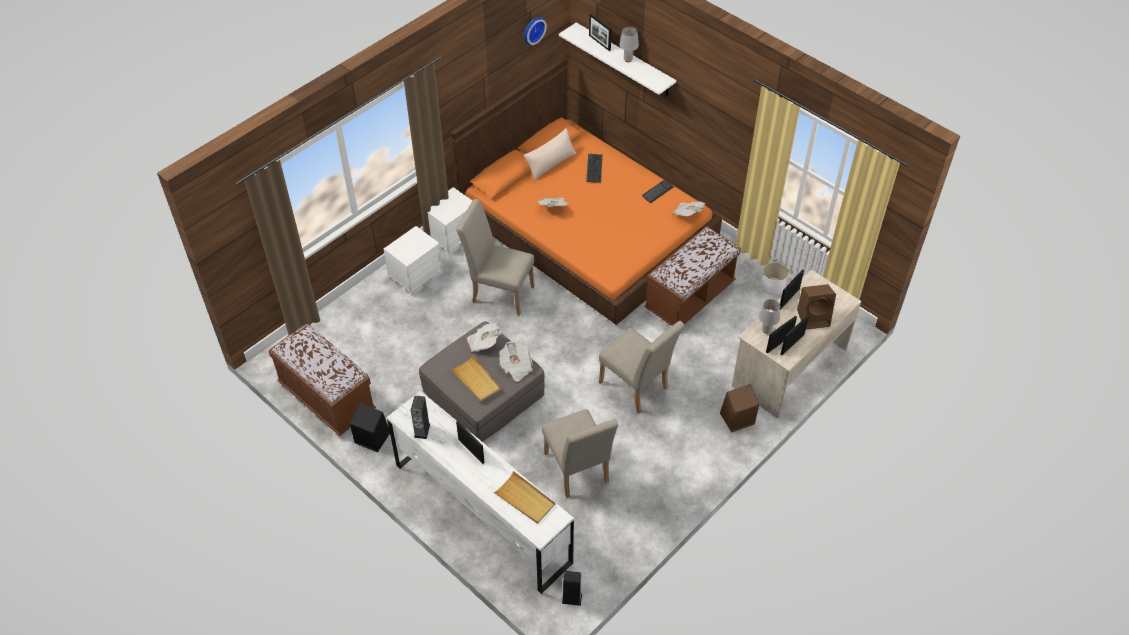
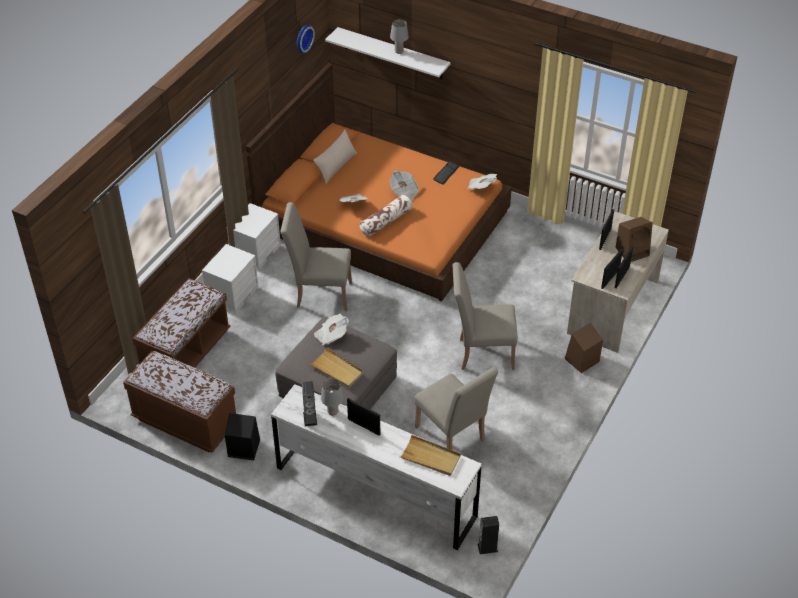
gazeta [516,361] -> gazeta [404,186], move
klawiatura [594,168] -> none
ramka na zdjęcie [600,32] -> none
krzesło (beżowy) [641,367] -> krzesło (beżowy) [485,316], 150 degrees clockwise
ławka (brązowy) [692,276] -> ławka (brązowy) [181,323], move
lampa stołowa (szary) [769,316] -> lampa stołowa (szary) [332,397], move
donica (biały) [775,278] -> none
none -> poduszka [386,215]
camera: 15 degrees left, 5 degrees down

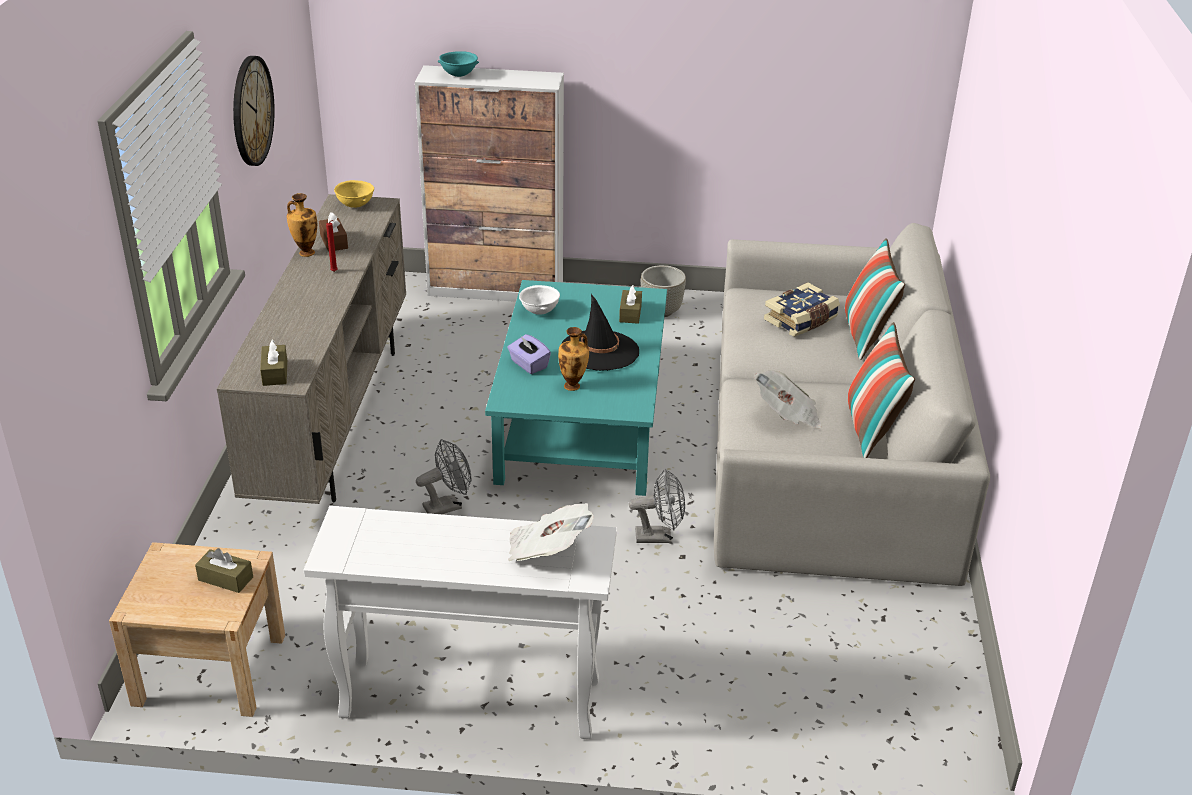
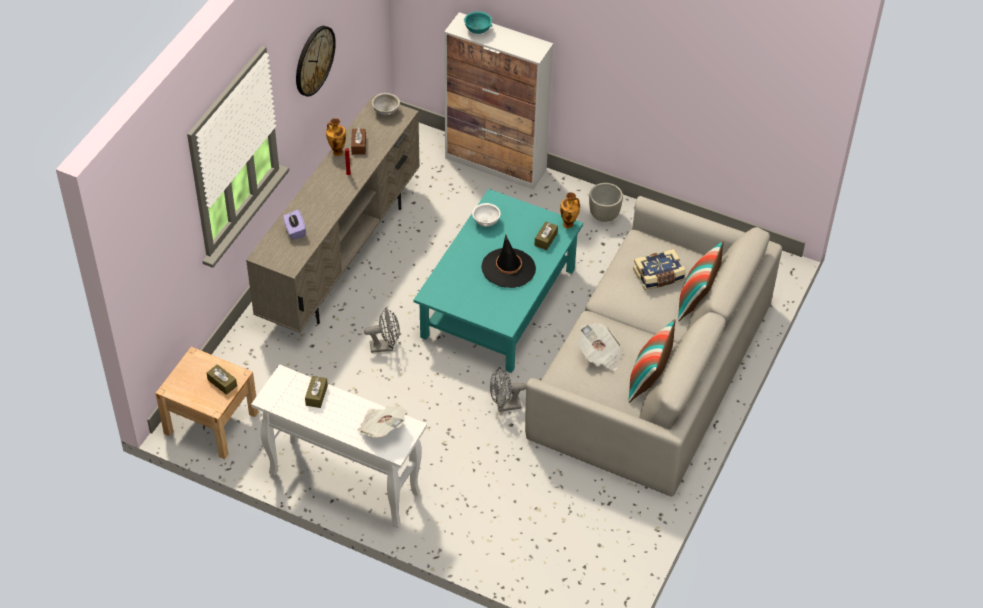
pudełko chusteczek (brązowy) [273,363] -> pudełko chusteczek (brązowy) [316,392], move
miska (żółty) [354,194] -> miska (szary) [386,104]
pudełko chusteczek (fioletowy) [529,354] -> pudełko chusteczek (fioletowy) [294,224], move
wazon [573,359] -> wazon [570,210], move
wentylator (szary) [657,506] -> wentylator (szary) [508,389], 150 degrees clockwise
camera: 20 degrees right, 15 degrees up

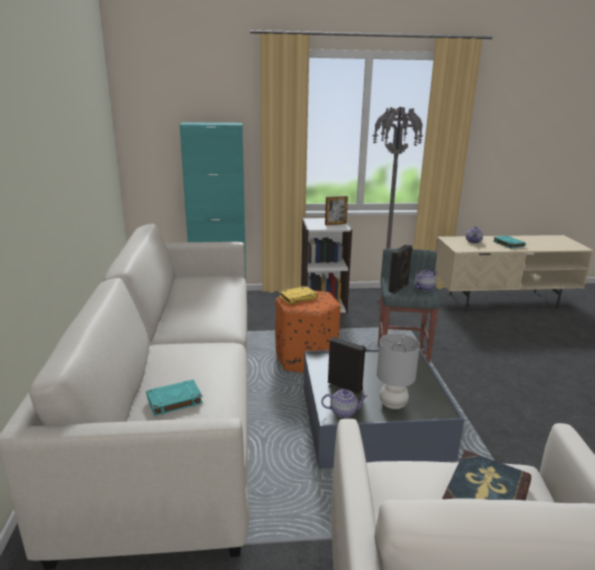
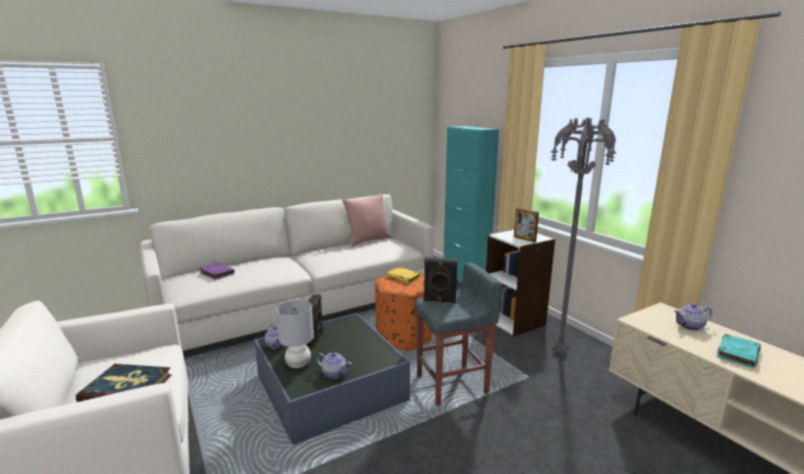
książka (turkusowy) [174,397] -> książka (fioletowy) [217,271]
imbryk [425,280] -> imbryk [334,365], move
none -> poduszka (różowy) [367,220]
camera: 65 degrees right, 5 degrees down

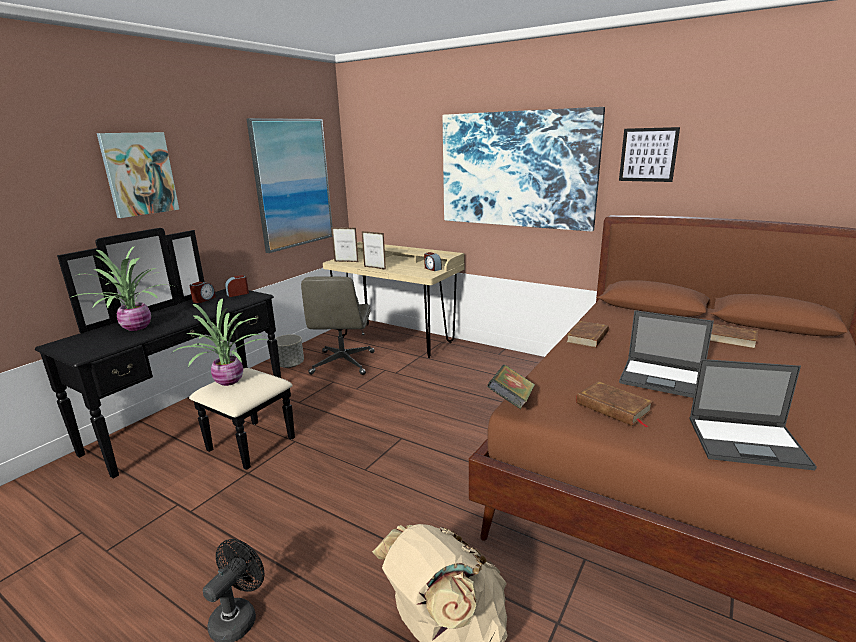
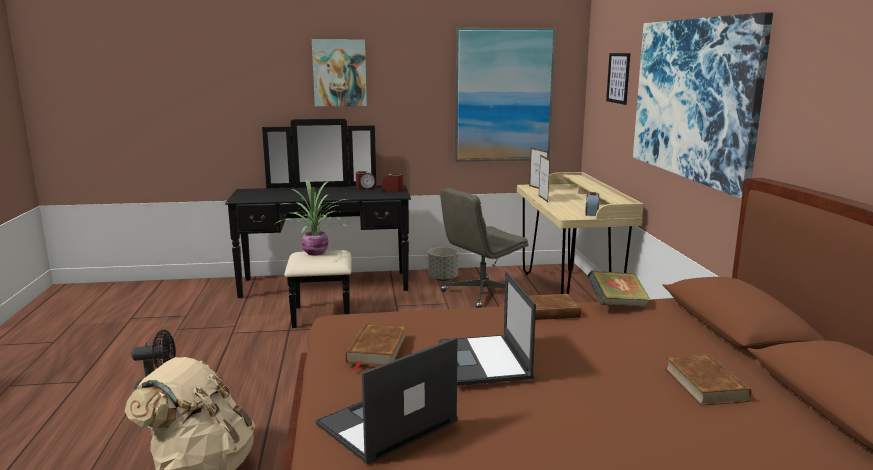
roślina doniczkowa [121,288] -> none
książka [511,387] -> książka [619,289], move
obraz [649,154] -> obraz [618,79], move
laptop [753,414] -> laptop [386,400], 75 degrees clockwise
camera: 50 degrees right, 5 degrees down

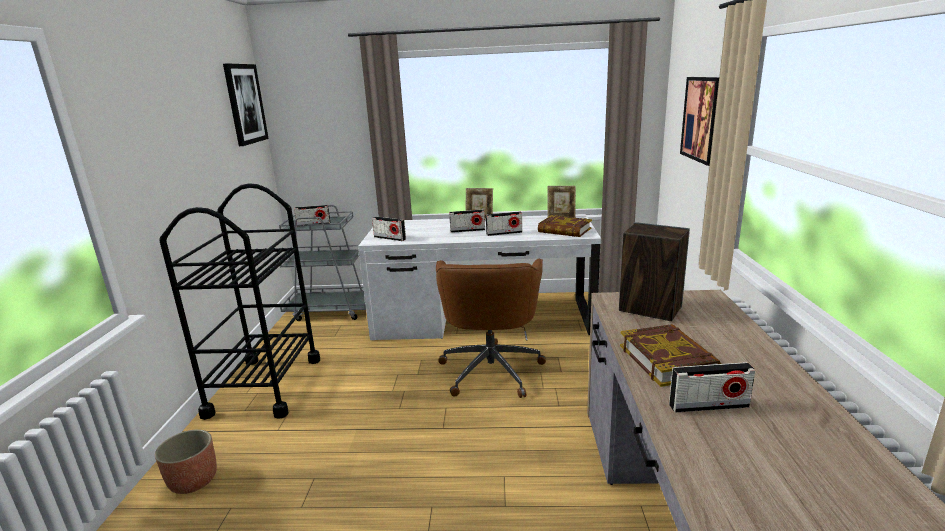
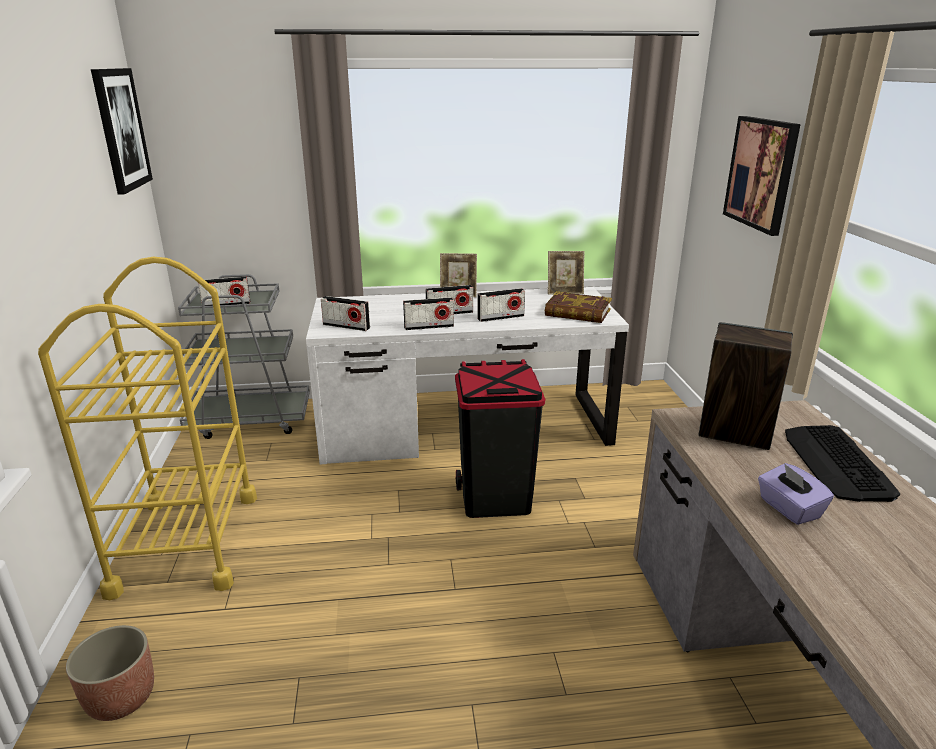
wózek (czarny) [239,301] -> wózek (żółty) [147,428]
krzesło biurowe (brązowy) [491,328] -> kosz na śmieci (czarny) [500,438]
książka [670,355] -> pudełko chusteczek (fioletowy) [796,494]
radio [712,387] -> radio [428,313], move
none -> klawiatura [842,463]
camera: 10 degrees left, 5 degrees up

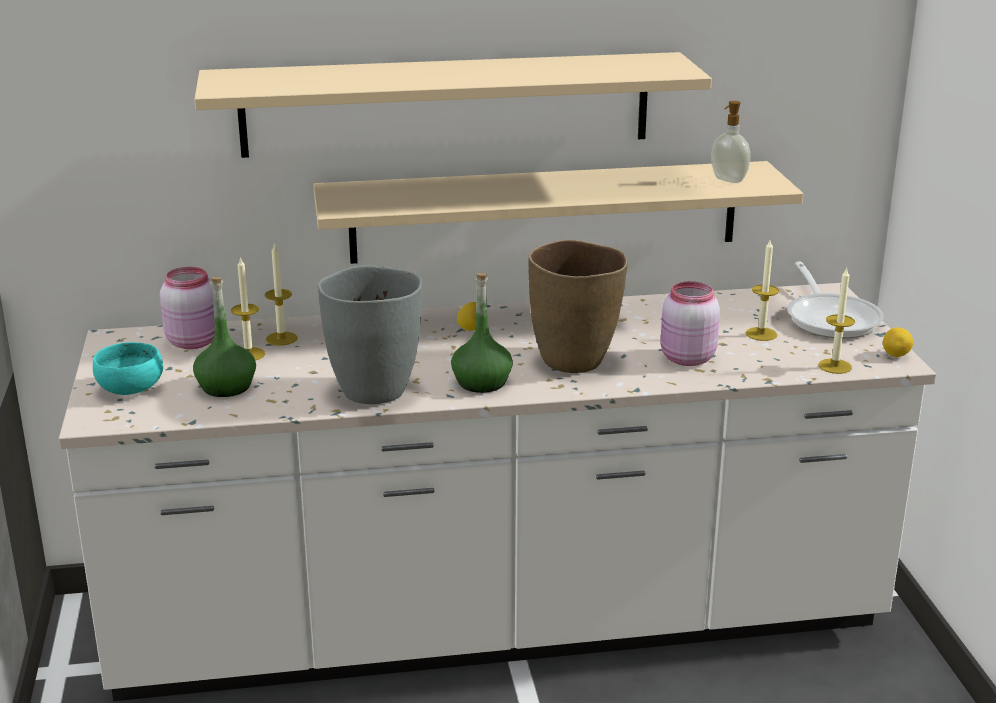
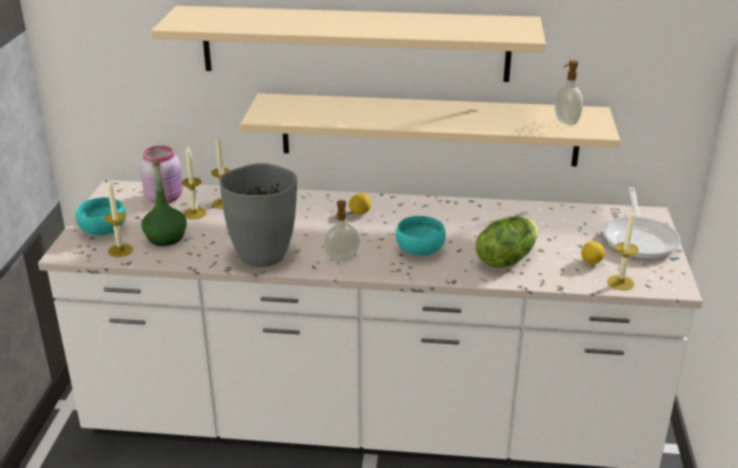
butelka (zielony) [482,333] -> dozownik mydła [342,231]
wazon (brązowy) [578,306] -> miska (turkusowy) [421,236]
słoik (różowy) [690,323] -> sałata [507,242]
świeca [762,290] -> świeca [118,218], move
cytryna [898,342] -> cytryna [593,252], move
camera: 15 degrees right, 5 degrees up

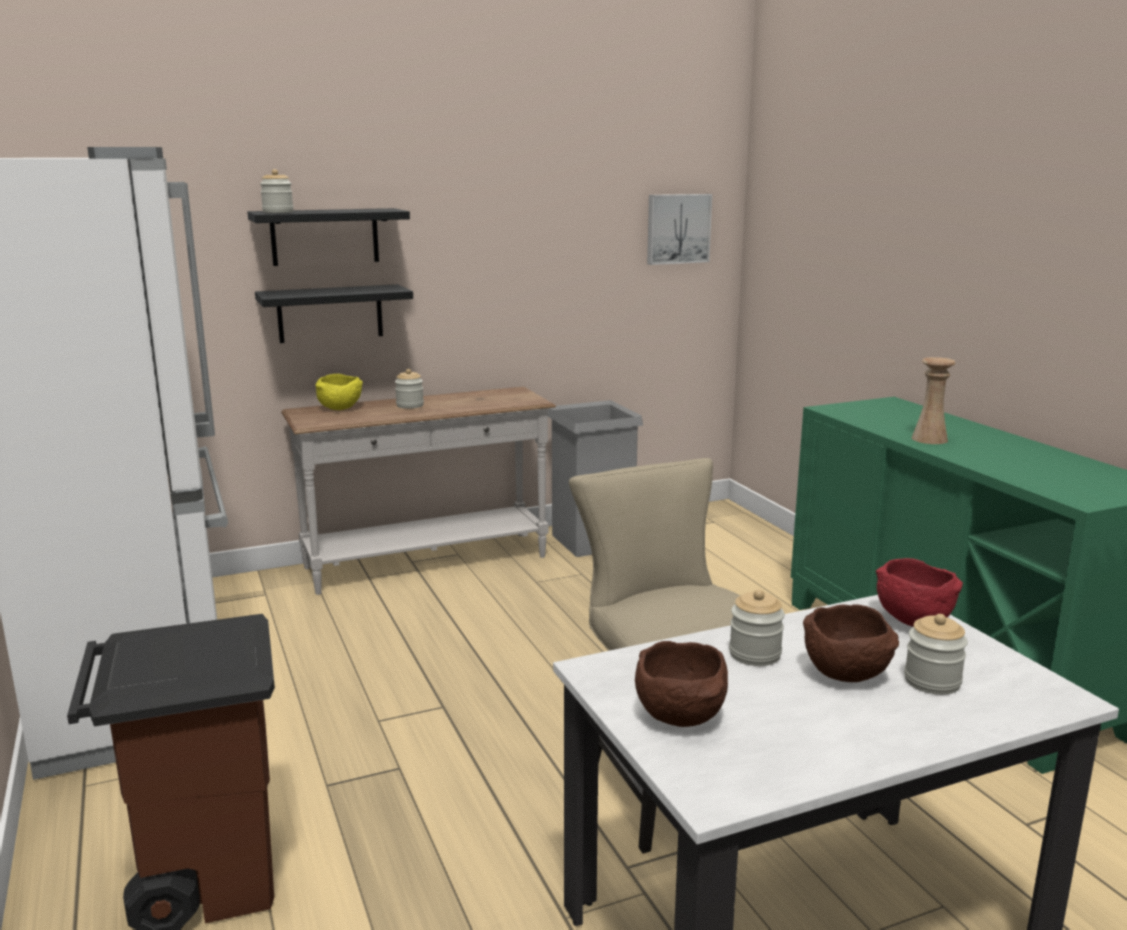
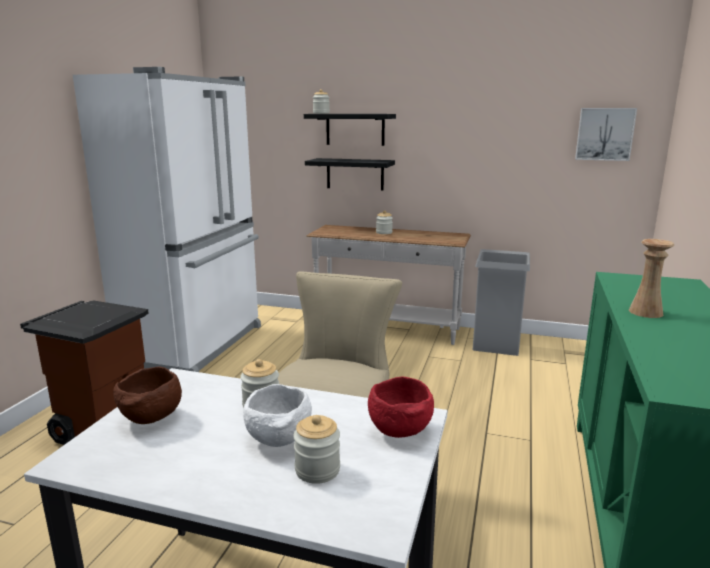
miska (żółty) [339,392] -> none
miska (brązowy) [851,643] -> miska (biały) [277,415]
camera: 40 degrees right, 0 degrees up

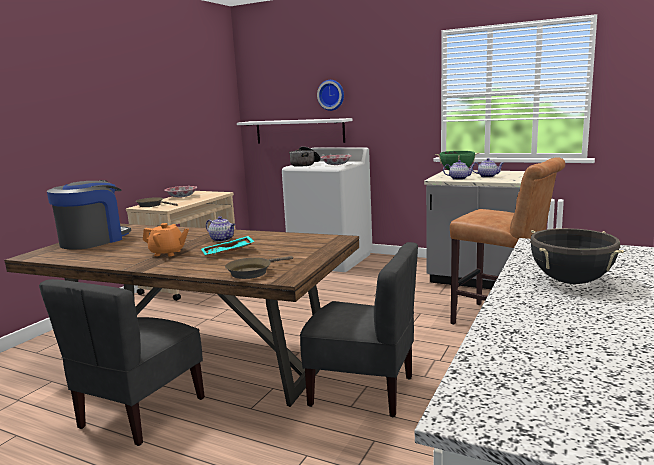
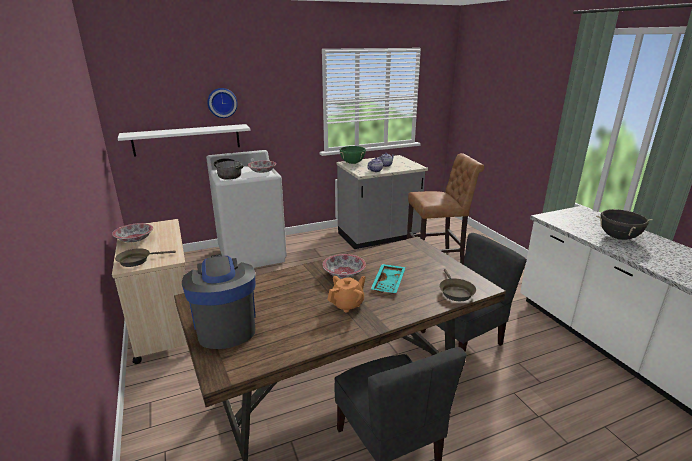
imbryk [221,229] -> miska [344,266]
camera: 50 degrees left, 10 degrees up

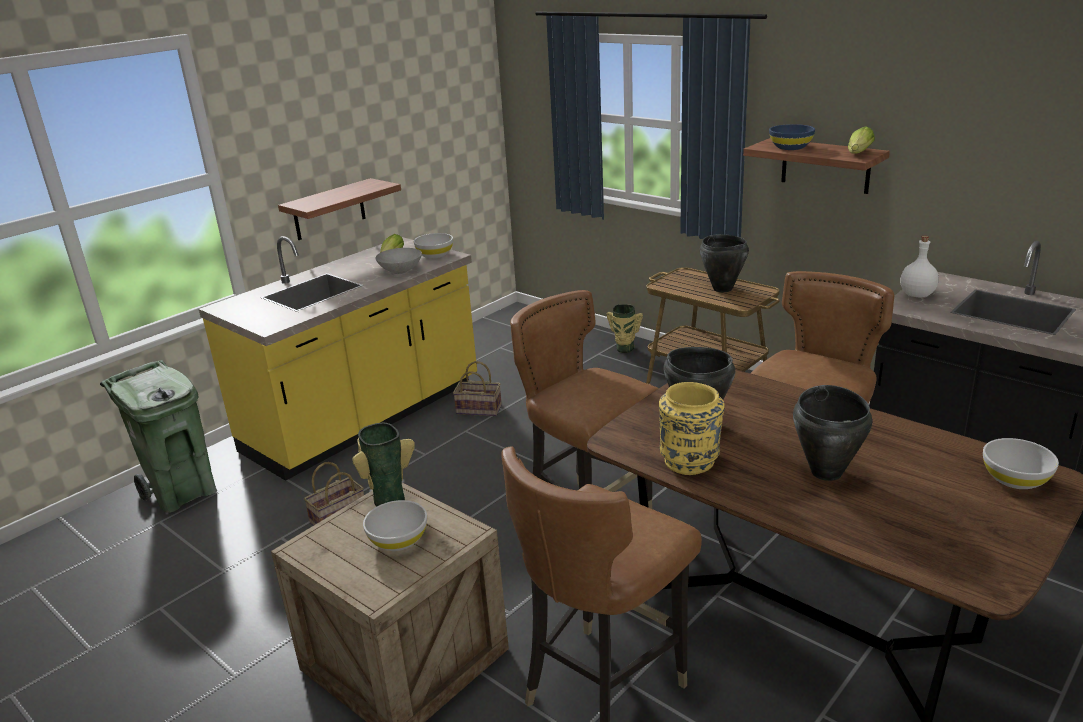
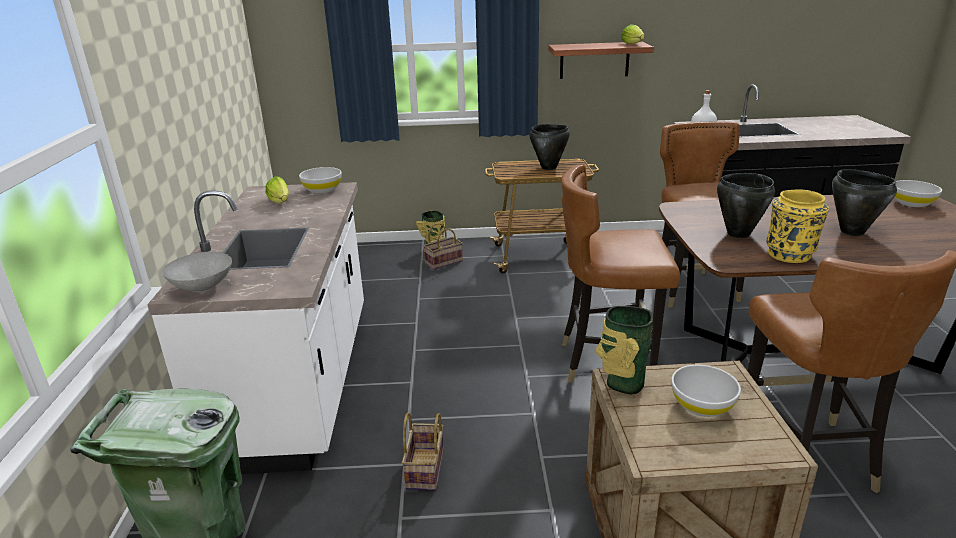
zabudowa kuchenna (żółty) [338,358] -> zabudowa kuchenna (biały) [255,328]
półka [339,209] -> none
miska (szary) [398,261] -> miska (szary) [197,272], move
koszyk [477,388] -> koszyk [443,246], move
miska (niebieski) [792,137] -> none
camera: 45 degrees left, 0 degrees up

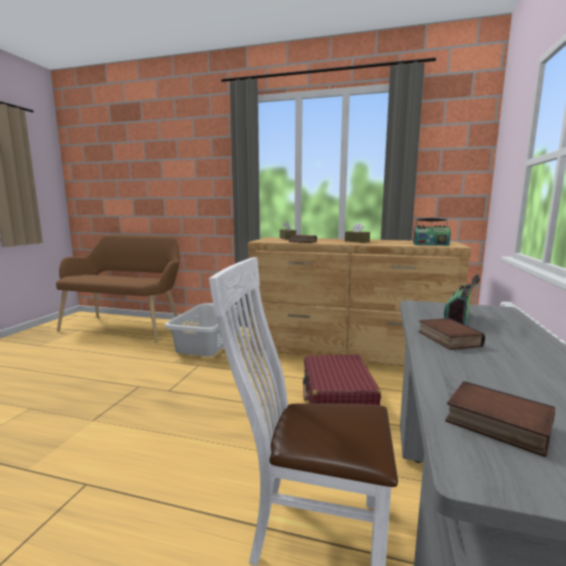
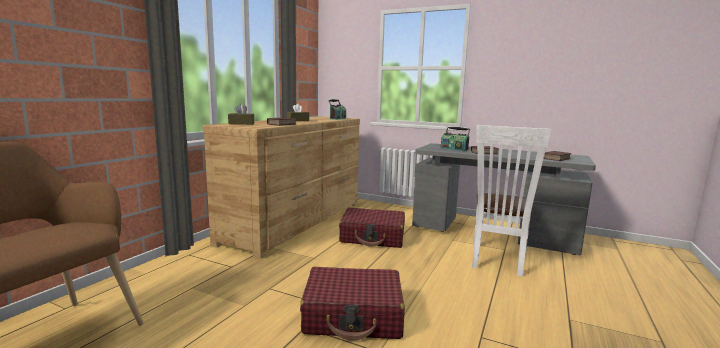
kosz na pranie (szary) [204,330] -> none
none -> walizka (czerwony) [352,304]
camera: 80 degrees left, 0 degrees up

